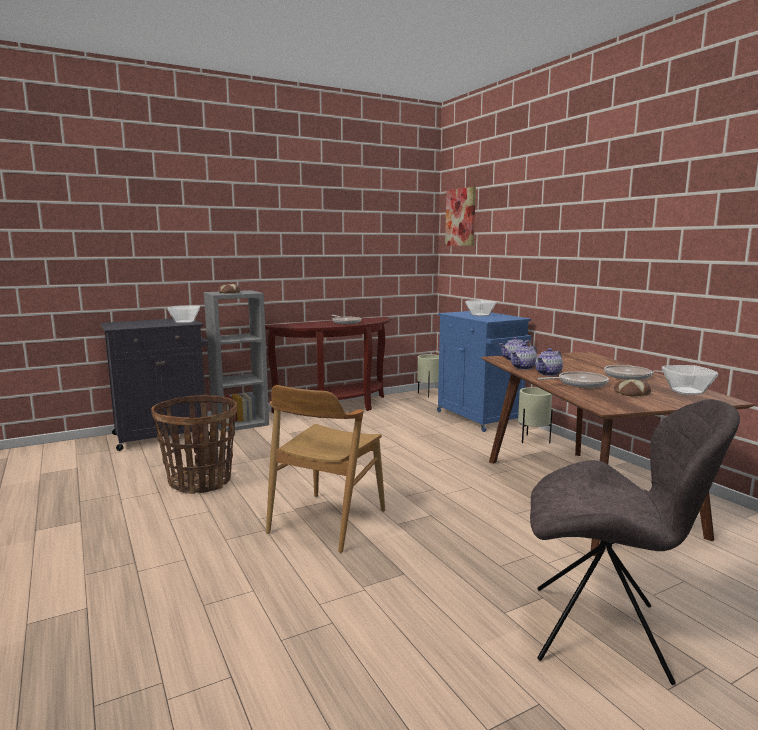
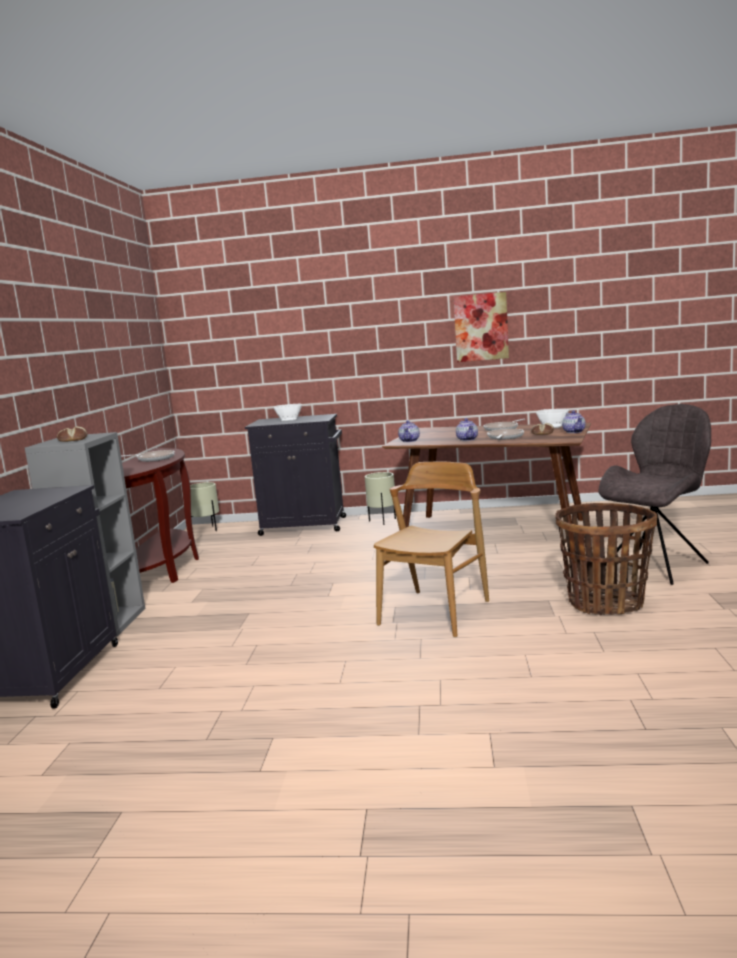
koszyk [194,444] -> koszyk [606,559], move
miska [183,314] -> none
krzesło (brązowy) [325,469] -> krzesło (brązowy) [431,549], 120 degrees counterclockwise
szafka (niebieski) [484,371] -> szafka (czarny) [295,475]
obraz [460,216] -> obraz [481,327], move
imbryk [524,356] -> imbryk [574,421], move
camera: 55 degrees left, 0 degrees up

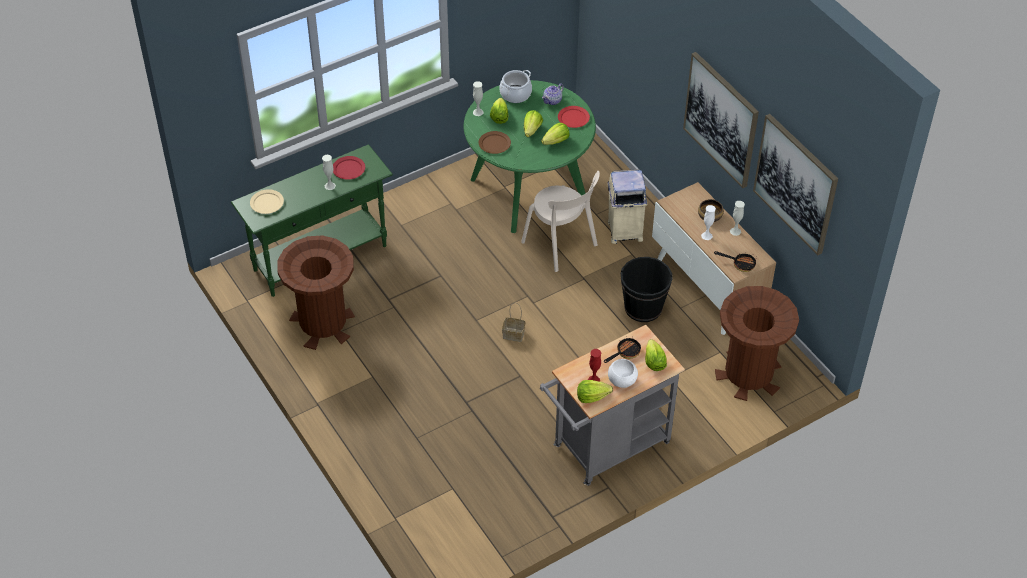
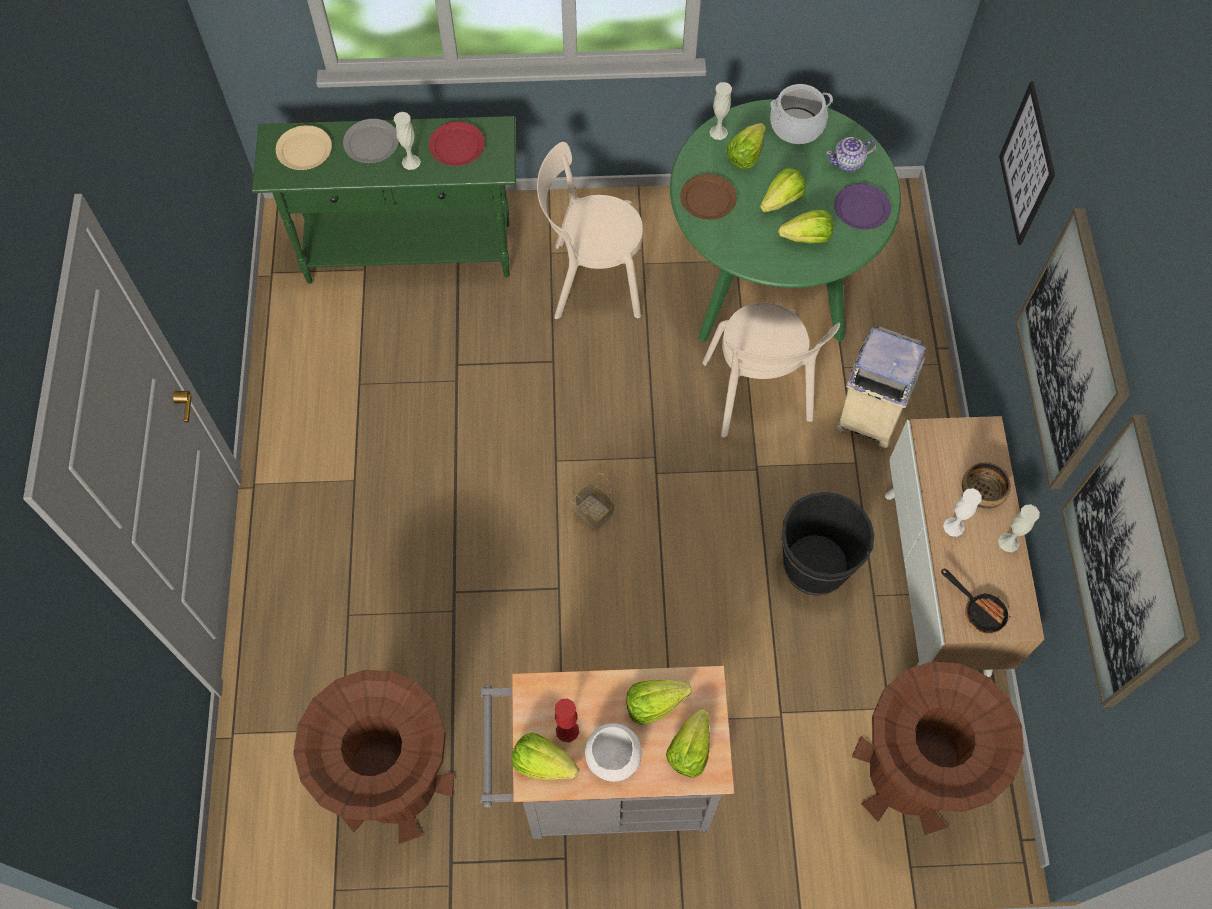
kosz na śmieci (brązowy) [316,292] -> kosz na śmieci (brązowy) [374,757], move
talerz (czerwony) [574,117] -> talerz (fioletowy) [862,206]
patelnia [622,349] -> sałata [659,702]
none -> talerz (szary) [371,141]
none -> krzesło (beżowy) [590,230]
none -> obraz [1027,163]
camera: 30 degrees right, 15 degrees up

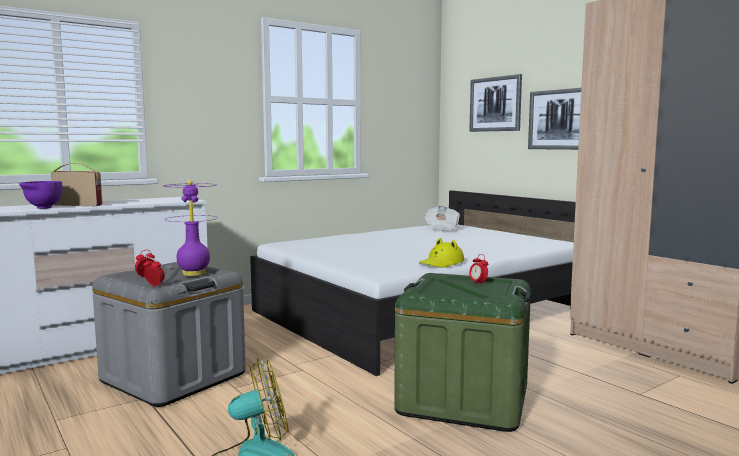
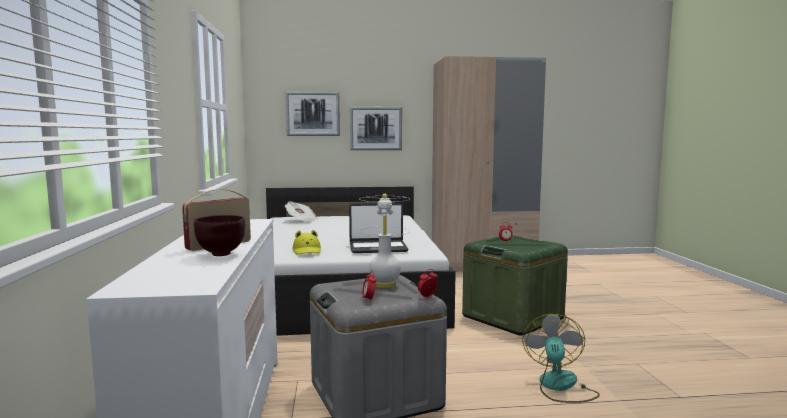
miska (fioletowy) [40,195] -> miska (brązowy) [219,235]
lampa stołowa (fioletowy) [190,228] -> lampa stołowa (biały) [385,241]
kapelusz (żółty) [441,253] -> kapelusz (żółty) [307,242], move
none -> laptop [378,228]
camera: 60 degrees left, 0 degrees up

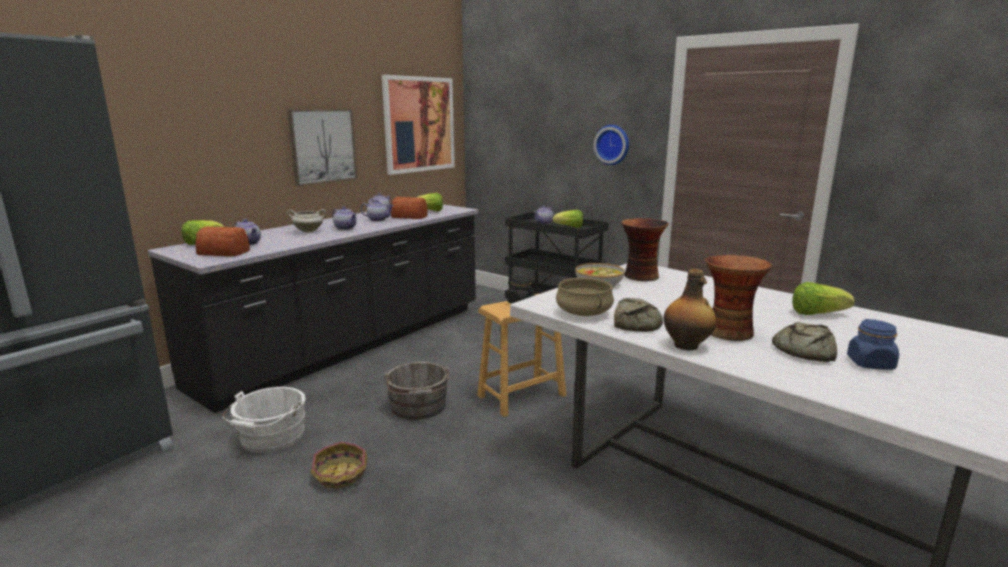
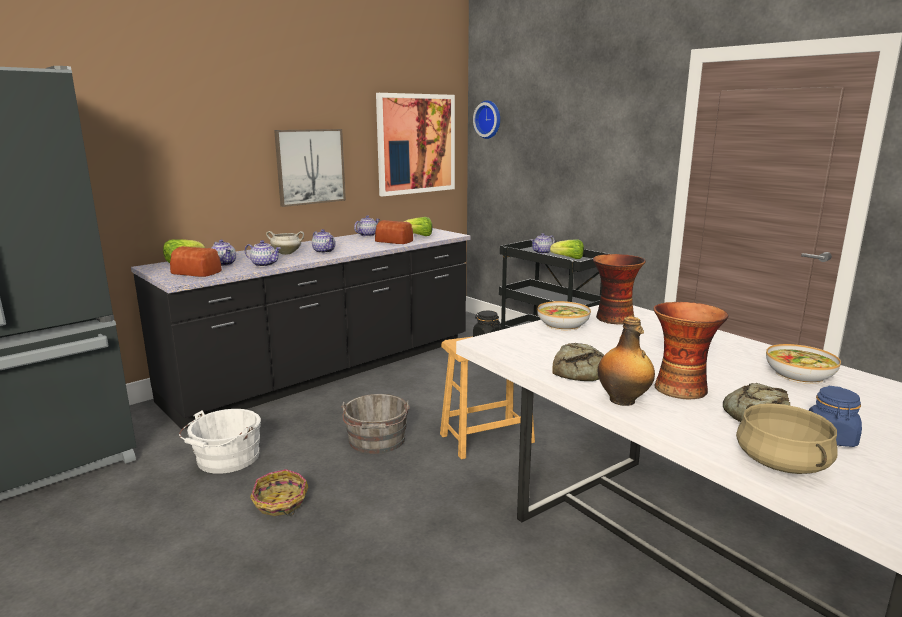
imbryk [377,211] -> imbryk [263,253], move
garnek (beżowy) [585,297] -> garnek (beżowy) [787,438], move
zegar ścienny [611,145] -> zegar ścienny [486,120], move
sałata [823,298] -> miska [803,364]
camera: 10 degrees right, 0 degrees up

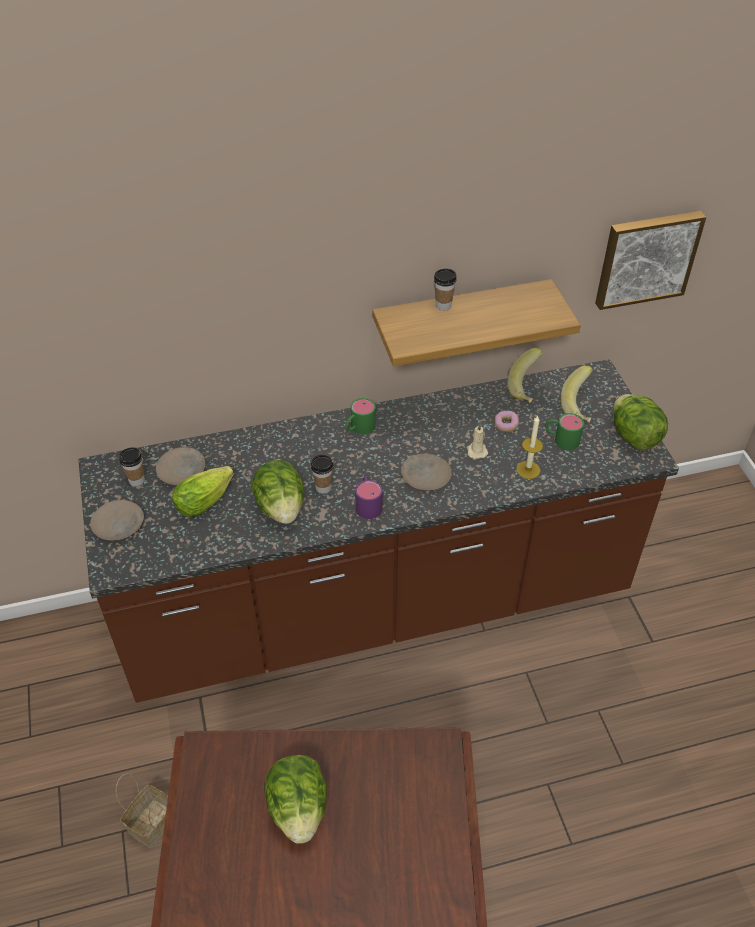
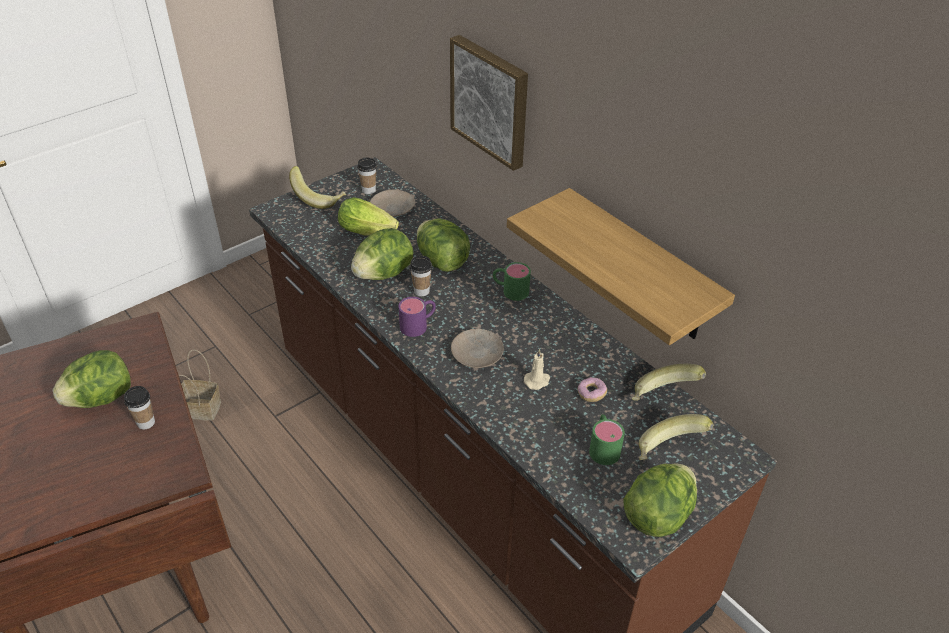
talerz (beżowy) [117,520] -> banan [317,187]
filiżanka [445,290] -> filiżanka [139,407], move
świeca [529,447] -> none
obraz [650,260] -> obraz [489,103], move
none -> sałata [443,245]
camera: 65 degrees right, 5 degrees down

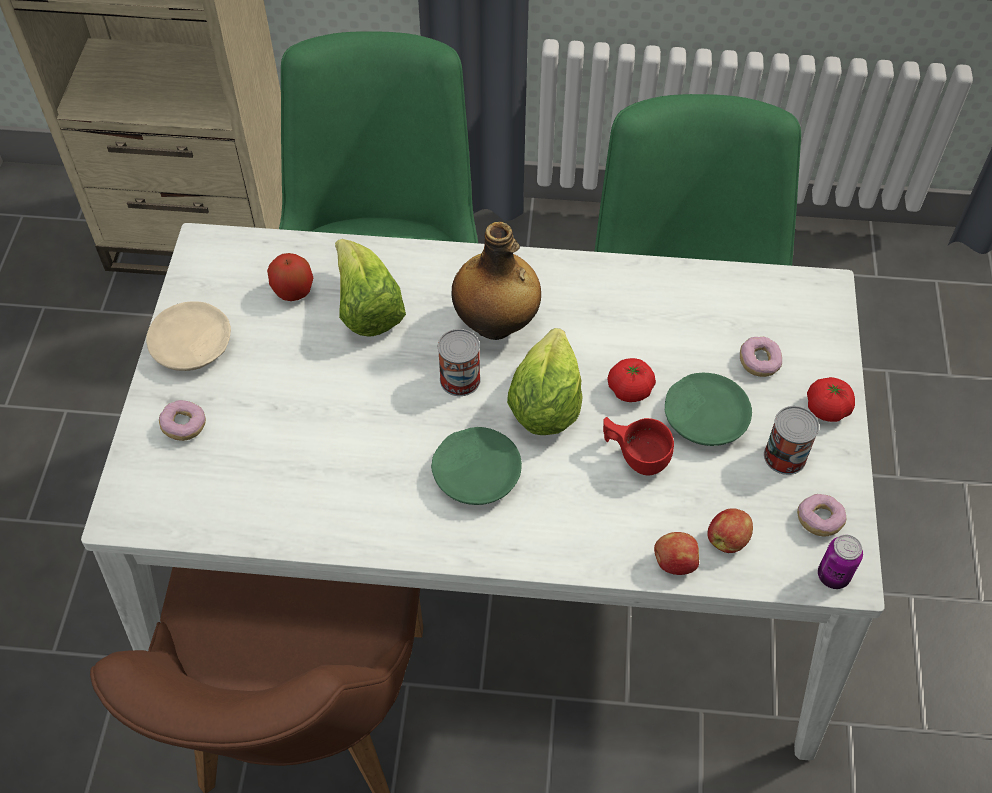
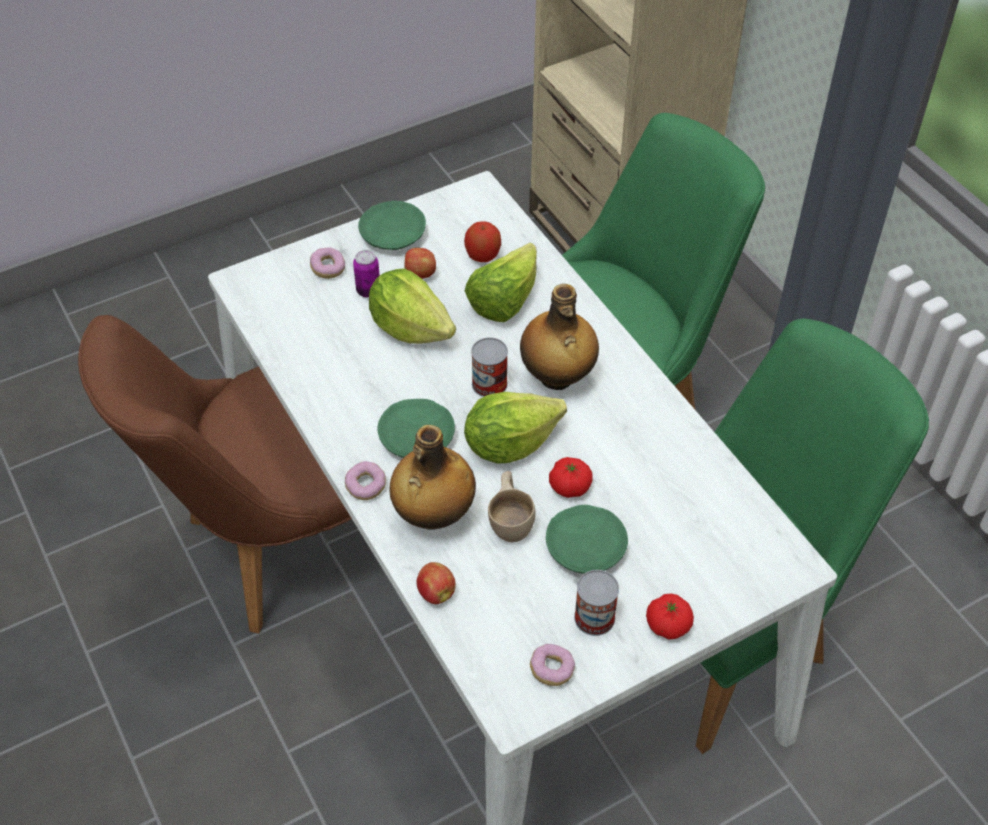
talerz (beżowy) [188,336] -> talerz (zielony) [392,225]
filiżanka (czerwony) [638,446] -> filiżanka (beżowy) [512,506]
jabłko [730,530] -> jabłko [420,263], move
donut [761,357] -> donut [365,480], move
puszka [840,562] -> puszka [366,274], move
none -> sałata [412,306]
none -> butelka [432,477]
camera: 55 degrees right, 5 degrees down

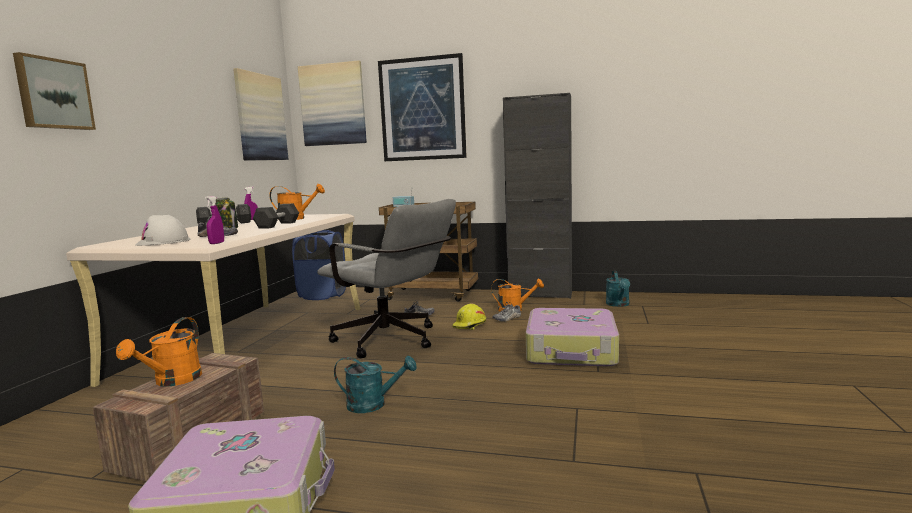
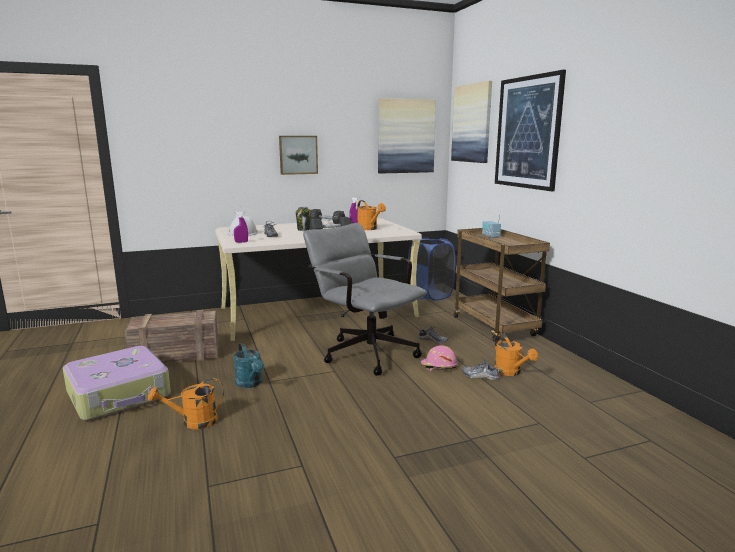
obraz [54,91] -> obraz [298,155], move
konewka (pomarańczowy) [159,352] -> konewka (pomarańczowy) [186,403], move
krzesło biurowe (szary) [386,278] -> krzesło biurowe (szary) [365,299], 135 degrees clockwise
kask (żółty) [469,317] -> kask (różowy) [439,358]
szafka (czarny) [537,196] -> none
walizka [572,337] -> none
konewka (turkusowy) [618,289] -> none
camera: 55 degrees right, 5 degrees up

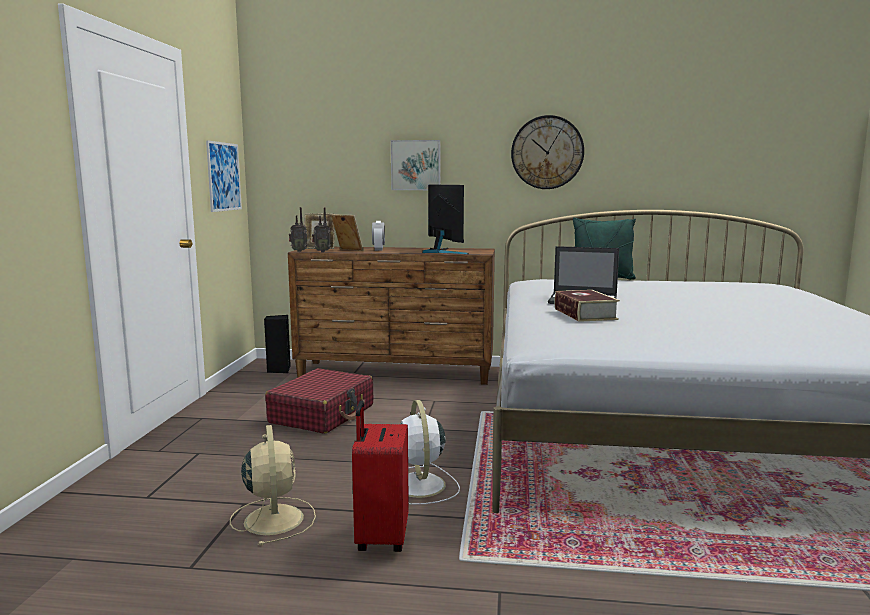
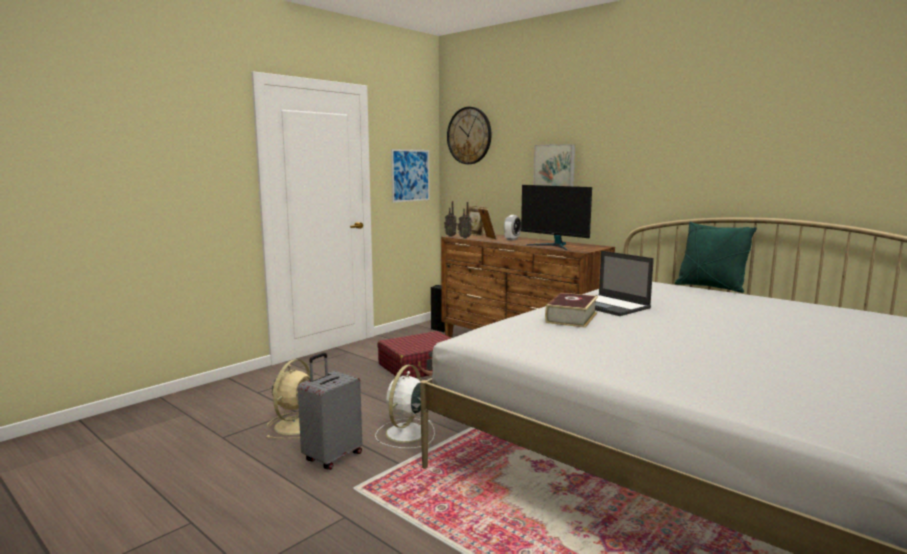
walizka (czerwony) [380,476] -> walizka (szary) [330,411]
monitor [445,219] -> monitor [556,217], 120 degrees clockwise
zegar ścienny [547,152] -> zegar ścienny [469,135], move
camera: 35 degrees right, 0 degrees up

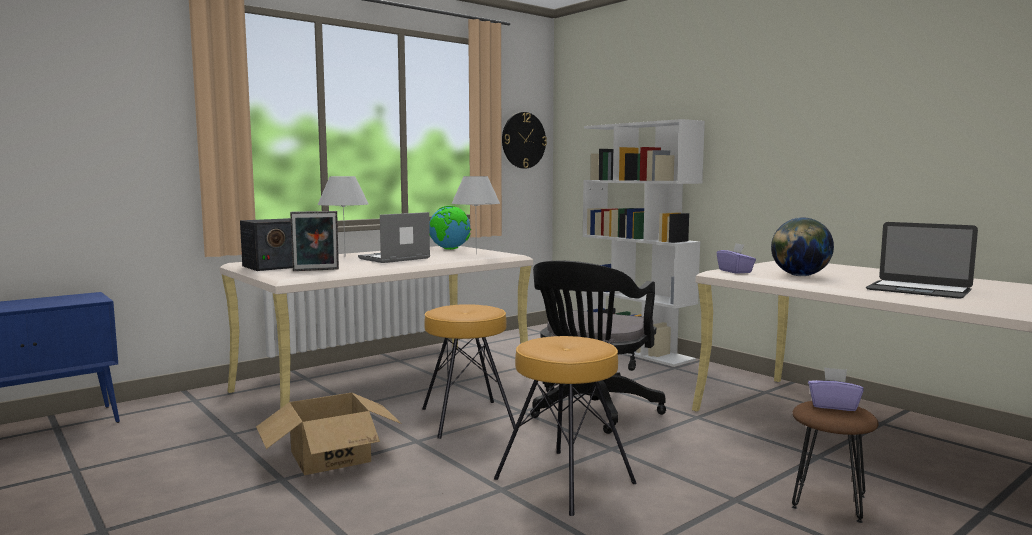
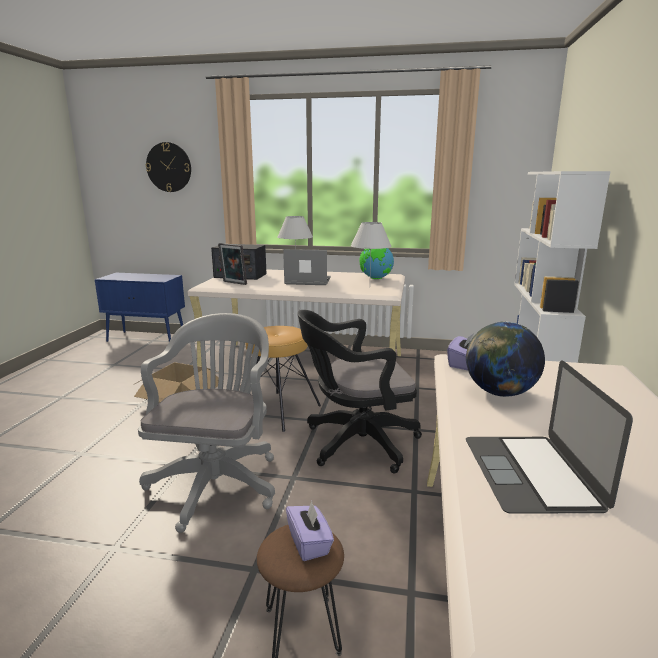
stołek (brązowy) [565,426] -> krzesło biurowe (szary) [206,423]
zegar ścienny [524,140] -> zegar ścienny [168,167], move
camera: 50 degrees right, 10 degrees up

